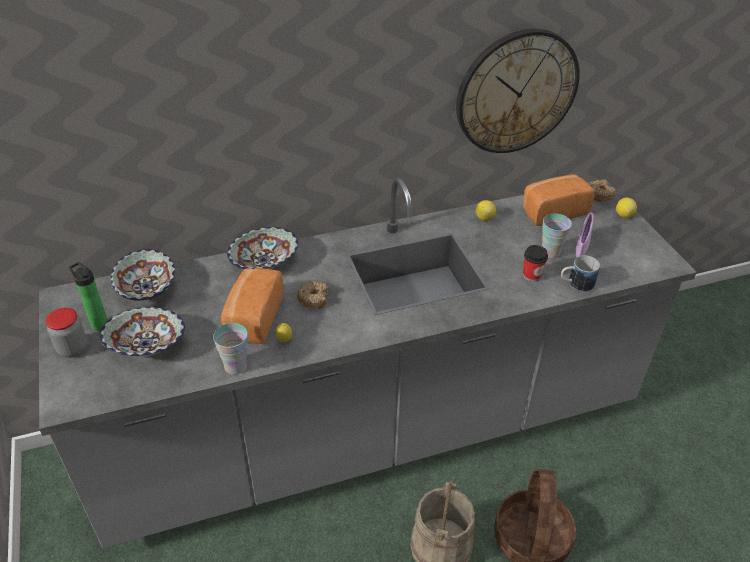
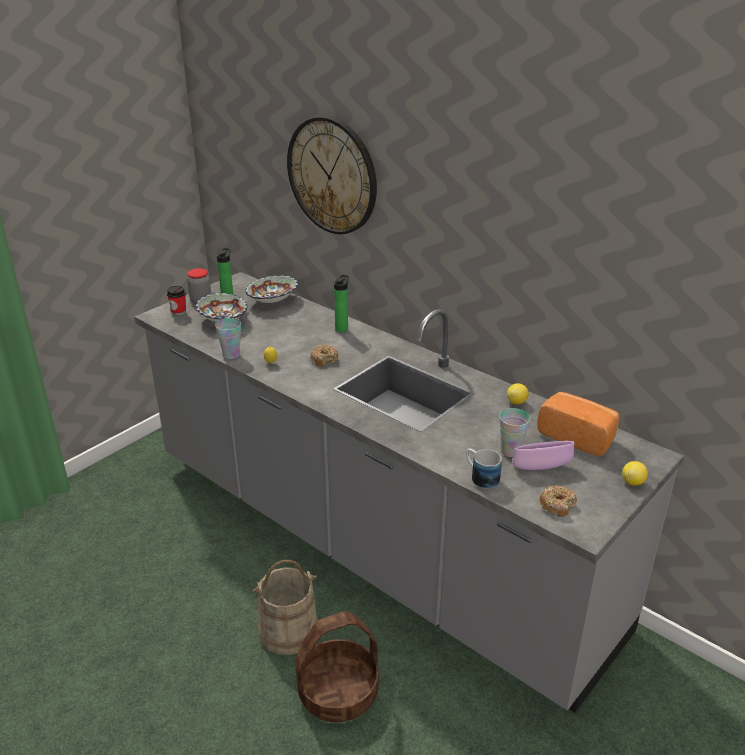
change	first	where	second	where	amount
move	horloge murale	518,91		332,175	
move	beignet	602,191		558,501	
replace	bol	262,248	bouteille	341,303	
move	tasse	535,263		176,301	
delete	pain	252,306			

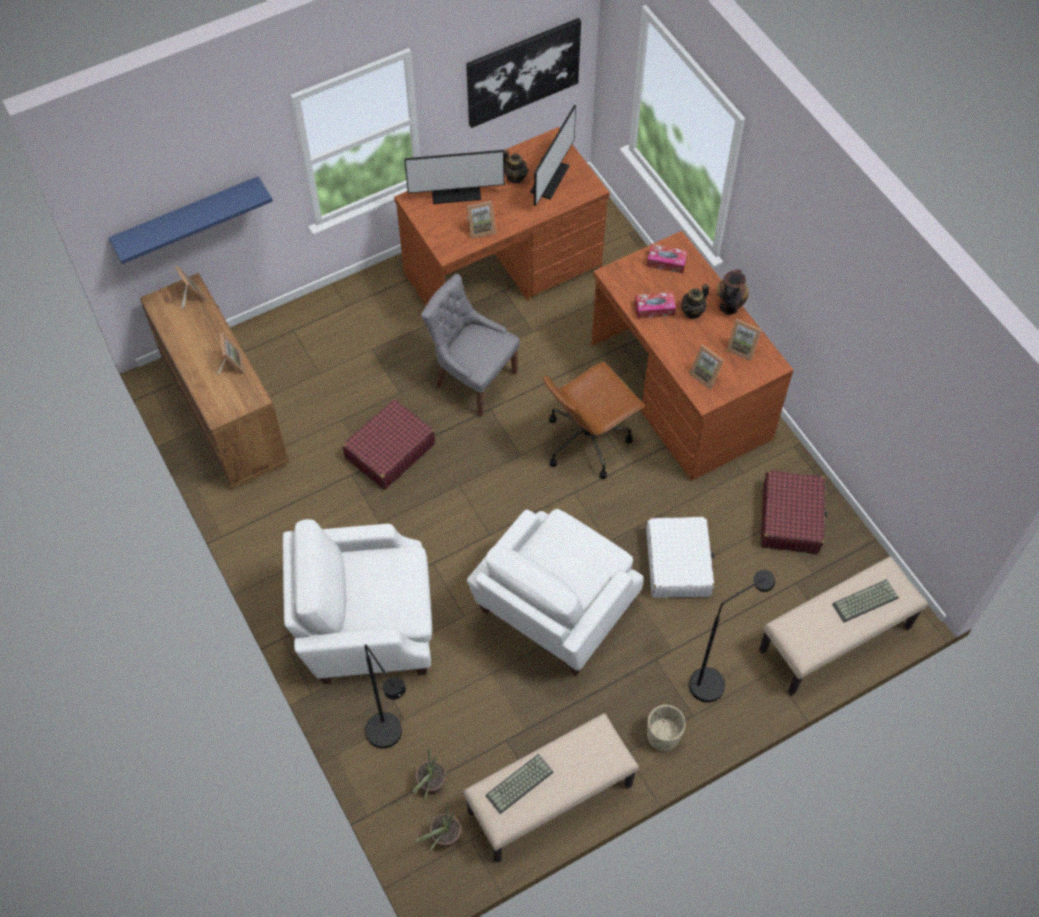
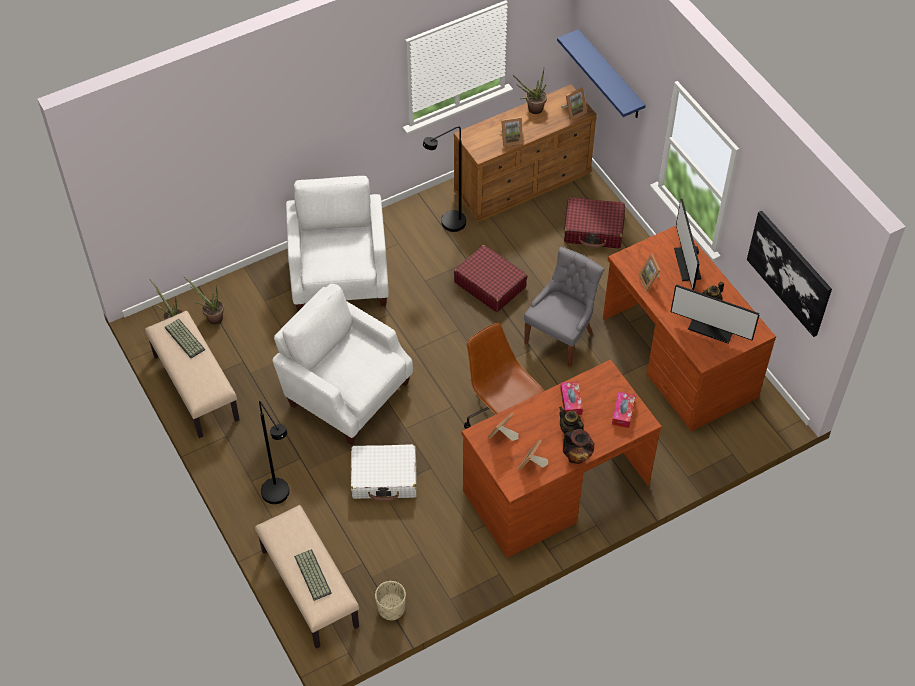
change	first	where	second	where	amount
move	valise [rouge]	794,512		594,222	
move	lampadaire [noir]	385,696		444,179	
move	cache-pot [beige]	666,728		390,601	
insert			plante en pot	530,91	

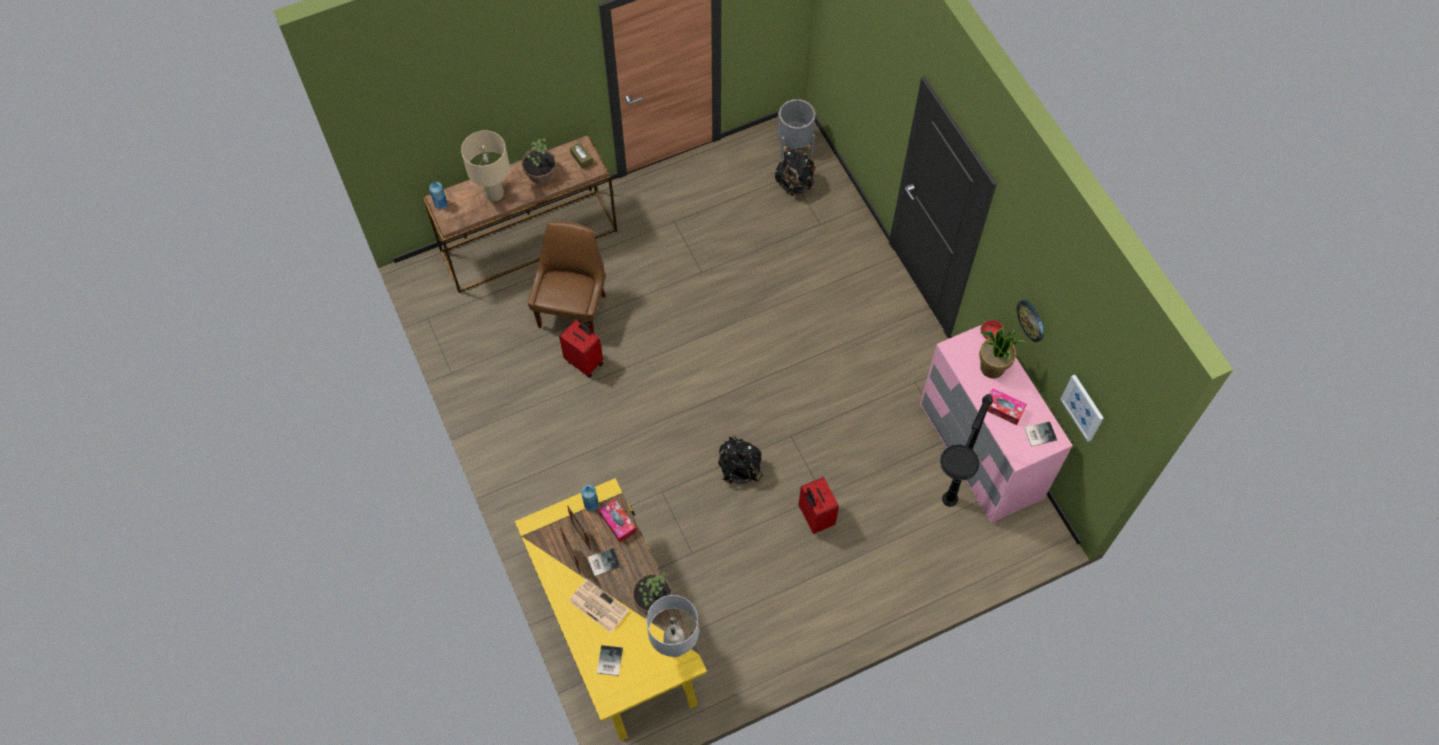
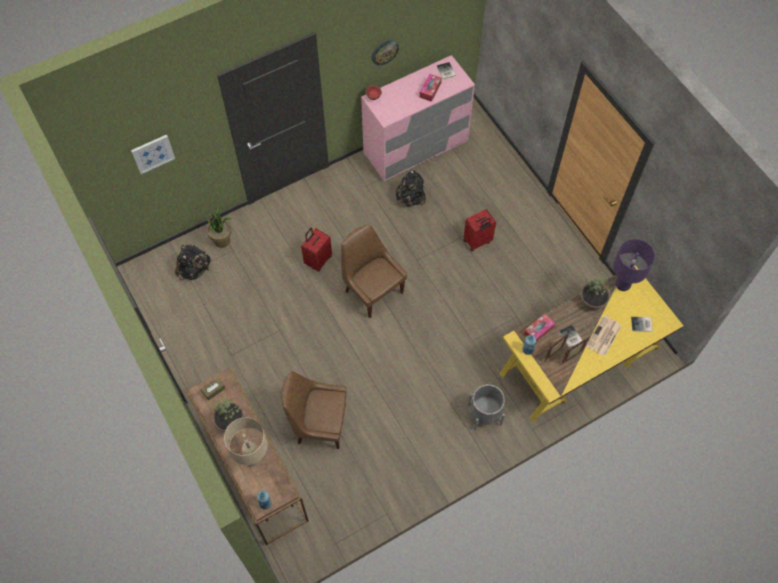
change	first	where	second	where	amount
move	cache-pot [gris]	796,129		486,407	
move	valise [rouge]	581,348		316,250	
move	plante en pot	1002,353		219,227	
move	tableau	1082,408		153,154	
delete	lampadaire [noir]	966,450			
move	sac à dos [noir]	740,459		411,188	
recolor	lampe de table [gris]	672,626	lampe de table [violet]	634,265	
insert			chaise [marron]	374,271	

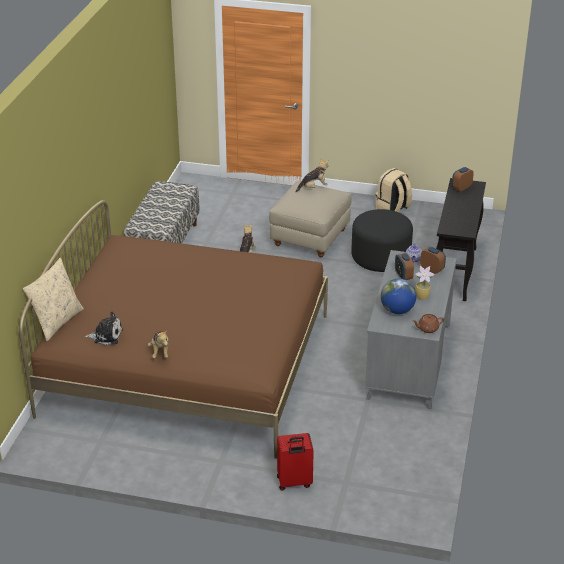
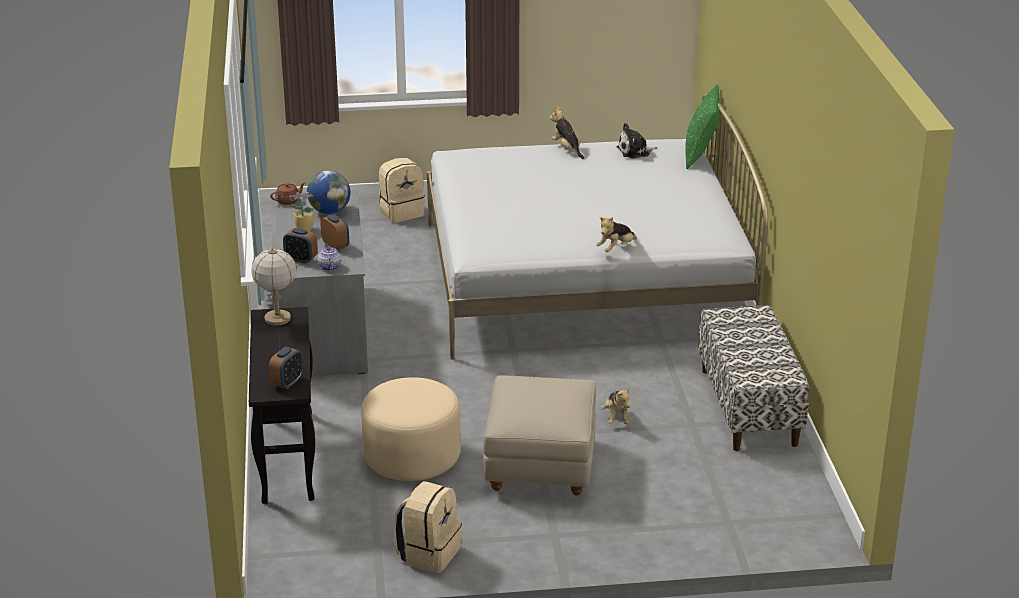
change	first	where	second	where	amount
move	peluche	312,175		616,234	
recolor	lit [marron]	173,329	lit [blanc]	597,227	
recolor	pouf [noir]	382,240	pouf [beige]	411,429	
recolor	coussin [beige]	53,299	coussin [vert]	702,126	
replace	valise [rouge]	295,462	sac à dos [beige]	402,190	
insert			lampe de table	274,287	

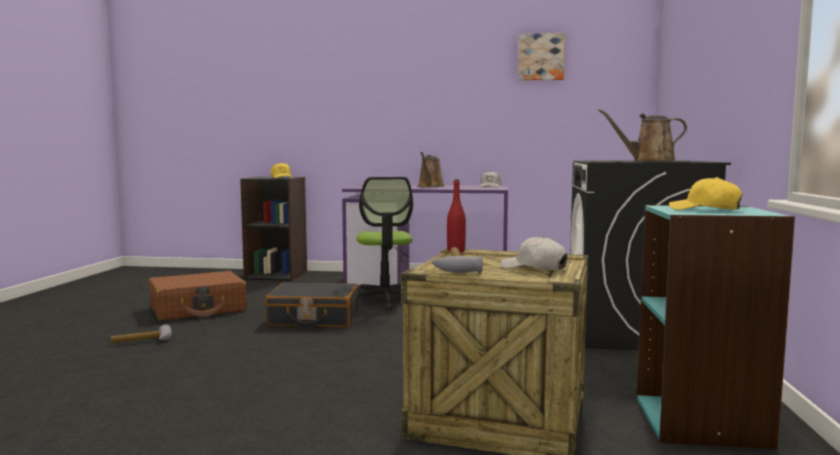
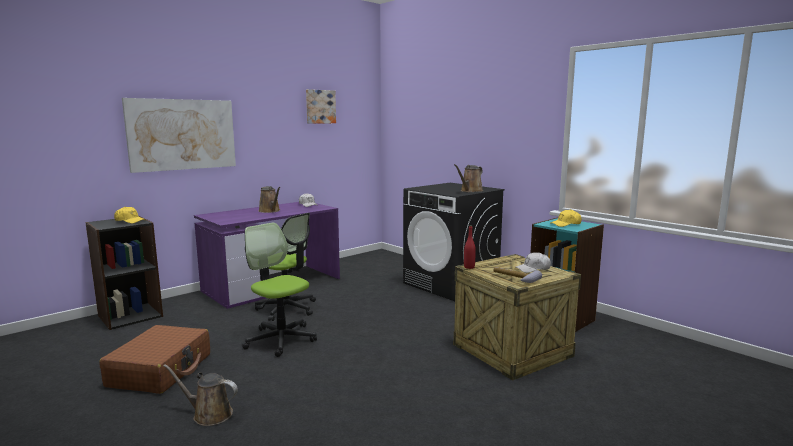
change	first	where	second	where	amount
replace	valise [noir]	311,304	chaise de bureau	279,290	
replace	marteau	141,334	arrosoir [marron]	201,395	
insert			tableau	179,135	

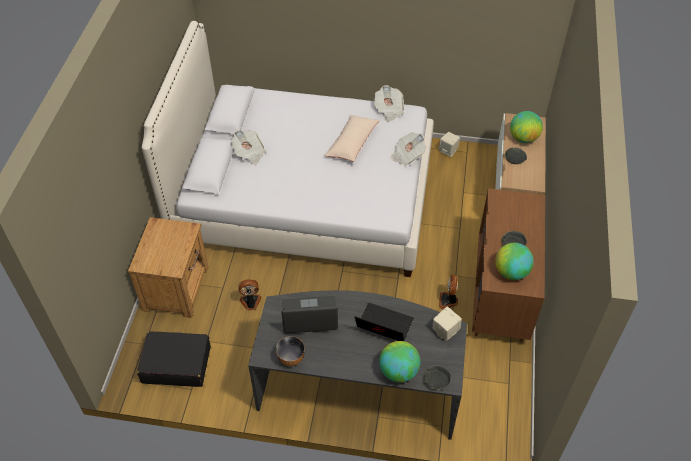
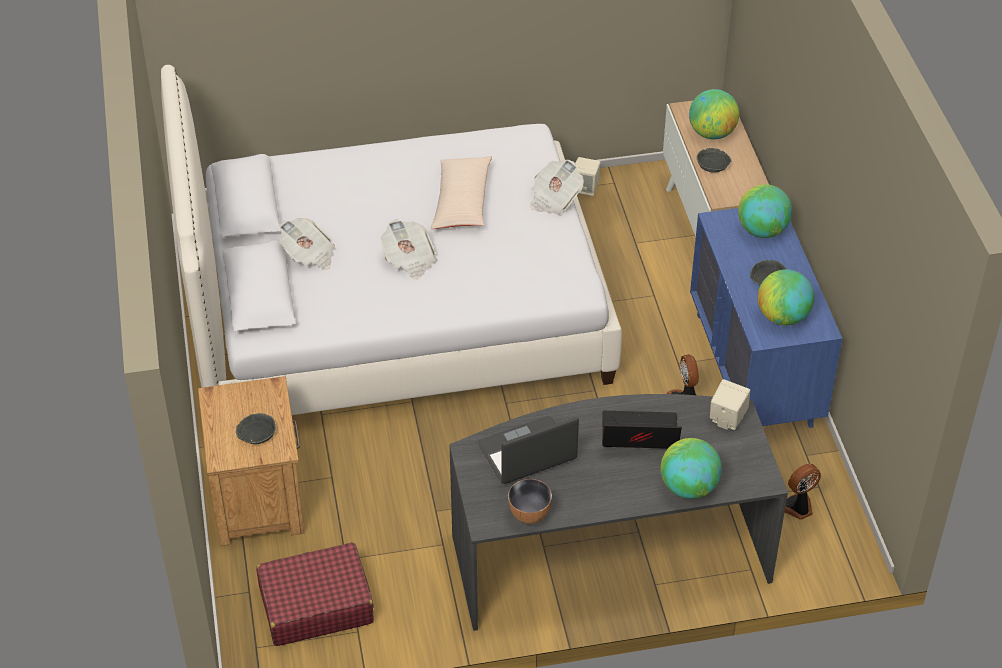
change	first	where	second	where	amount
move	journal	389,103		408,249	
recolor	commode [marron]	508,265	commode [bleu]	766,318	
move	ventilateur	249,294		803,492	
recolor	valise [noir]	174,359	valise [rouge]	315,594	
move	bol [gris]	437,377		256,428	
insert			globe	765,211	

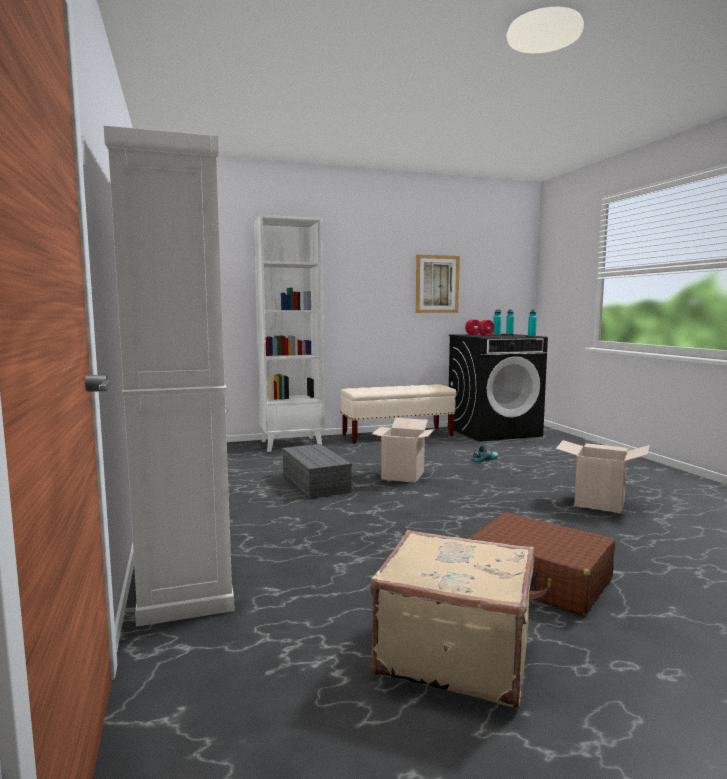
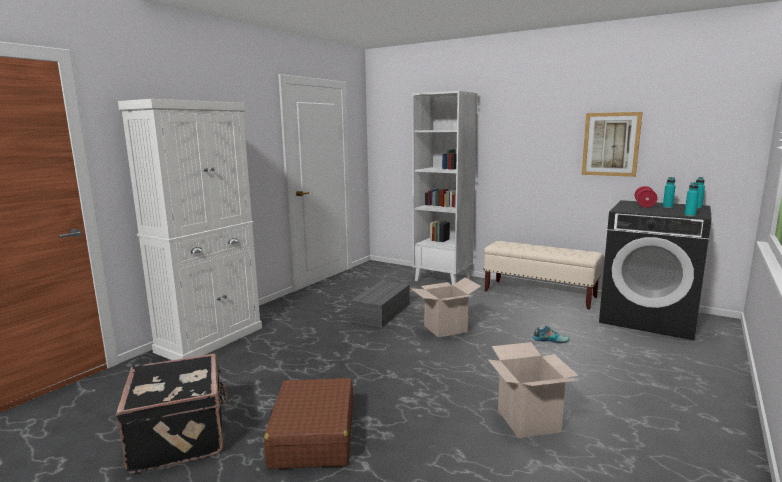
change	first	where	second	where	amount
recolor	valise [beige]	452,618	valise [noir]	172,413	

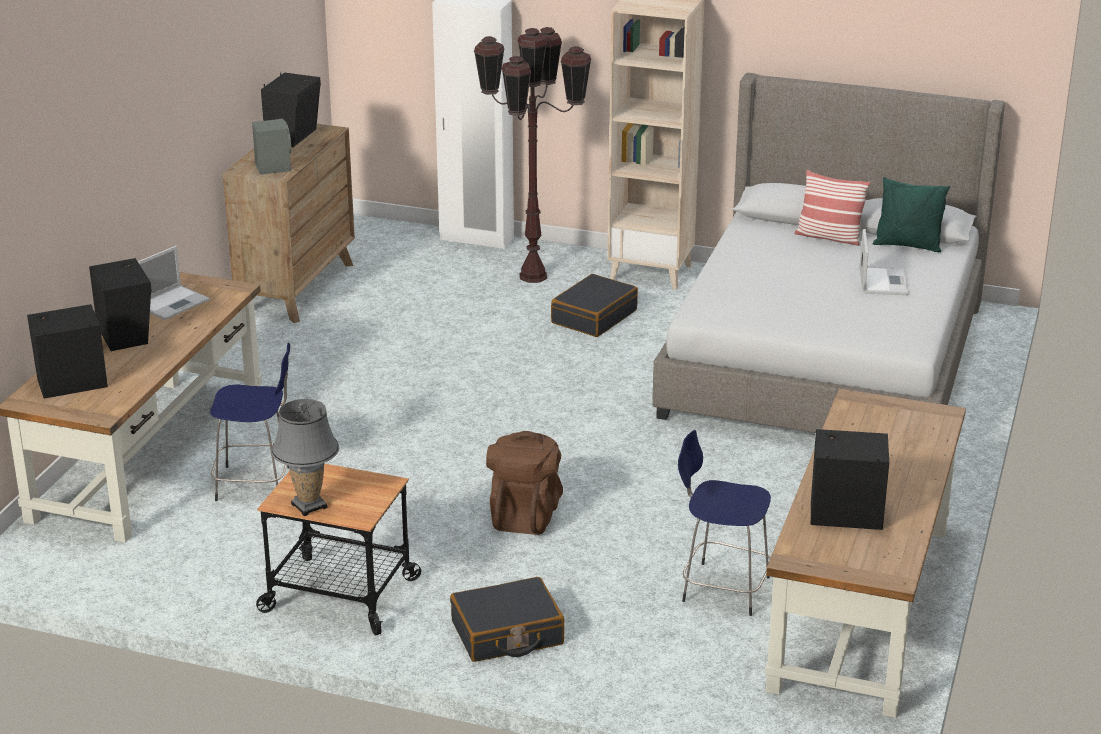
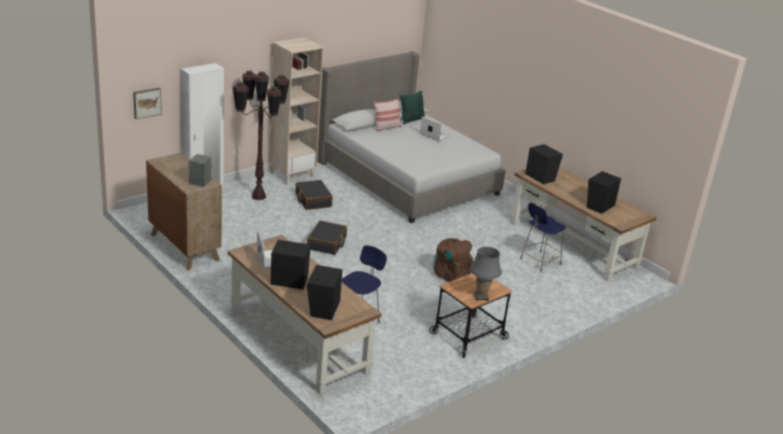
change	first	where	second	where	amount
move	enceinte [noir]	291,110		544,164	
move	valise [noir]	507,619		327,237	
insert			tableau	147,103	

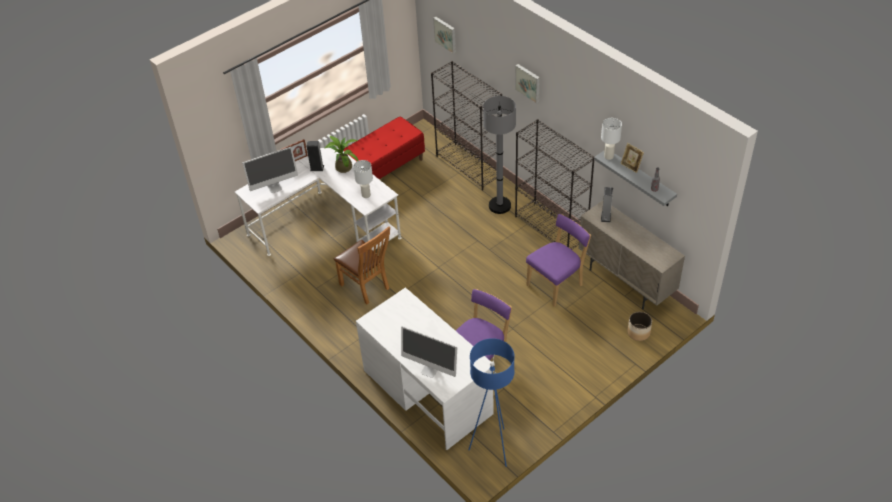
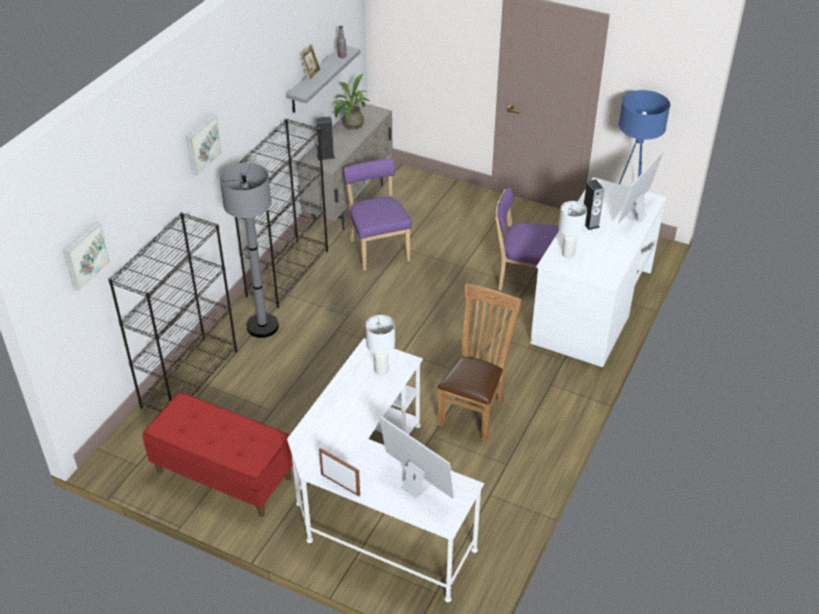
change	first	where	second	where	amount
move	lampe de table [blanc]	611,139		573,229	
move	plante en pot	342,154		351,102	
move	enceinte	315,156		594,204	
rotate	chaise [violet]	558,260		378,215	45 degrees clockwise
delete	cache-pot	639,326			
rotate	écran d'ordinateur	429,352		640,187	150 degrees counterclockwise

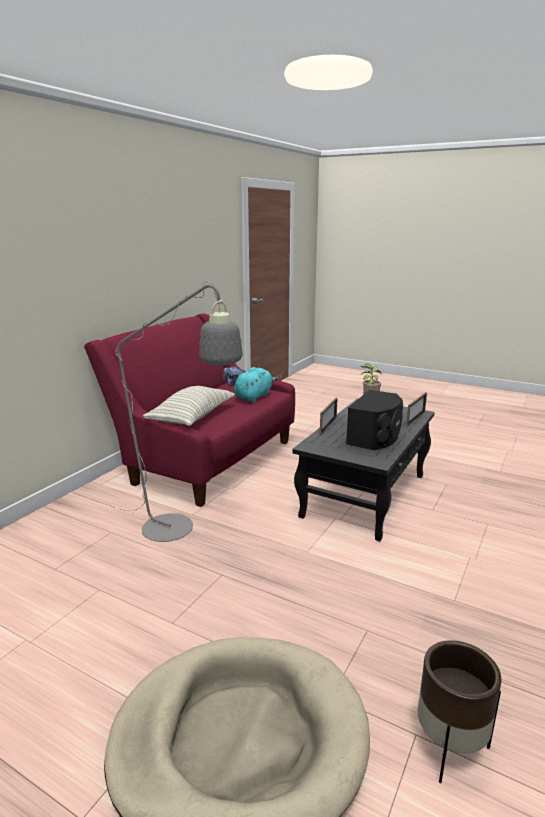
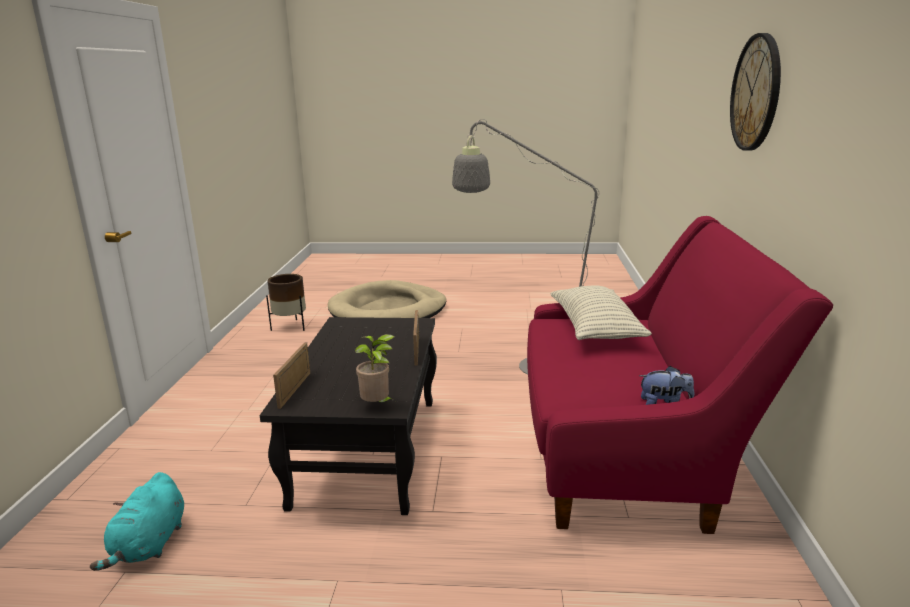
change	first	where	second	where	amount
move	peluche [turquoise]	256,384		137,521	
delete	enceinte [noir]	374,420			
insert			horloge murale	755,92	

